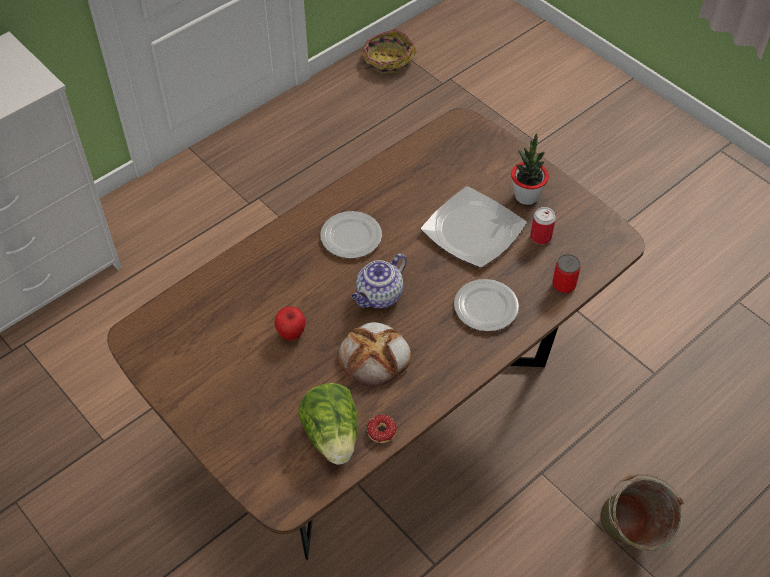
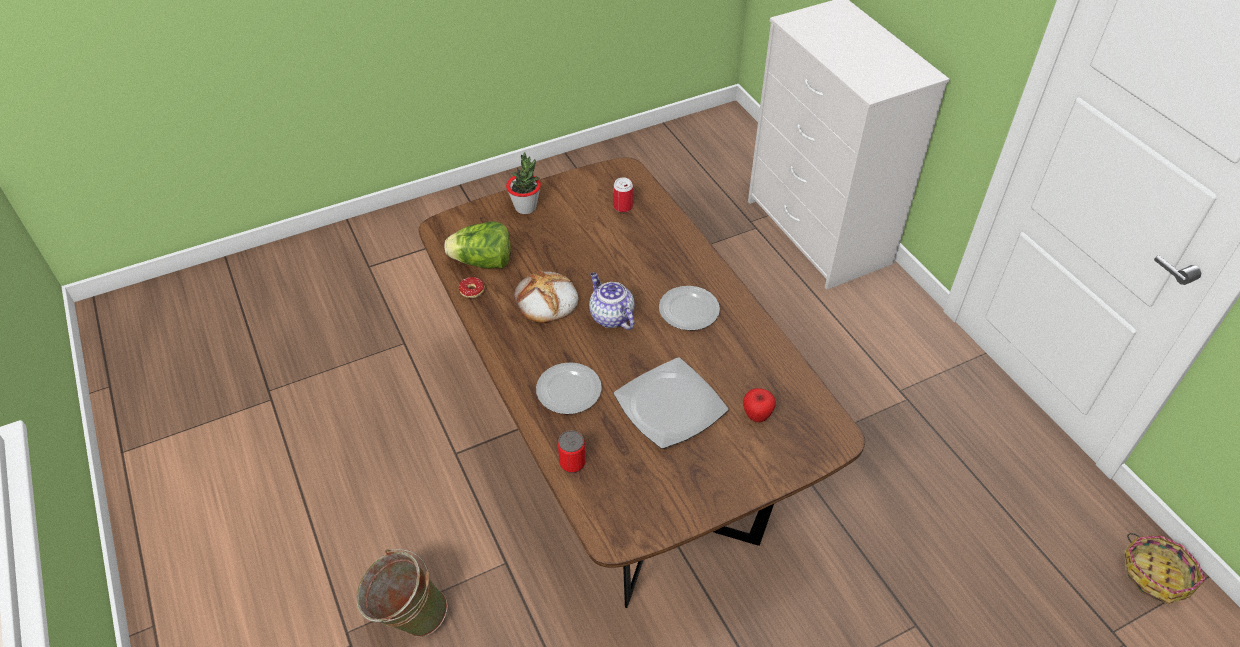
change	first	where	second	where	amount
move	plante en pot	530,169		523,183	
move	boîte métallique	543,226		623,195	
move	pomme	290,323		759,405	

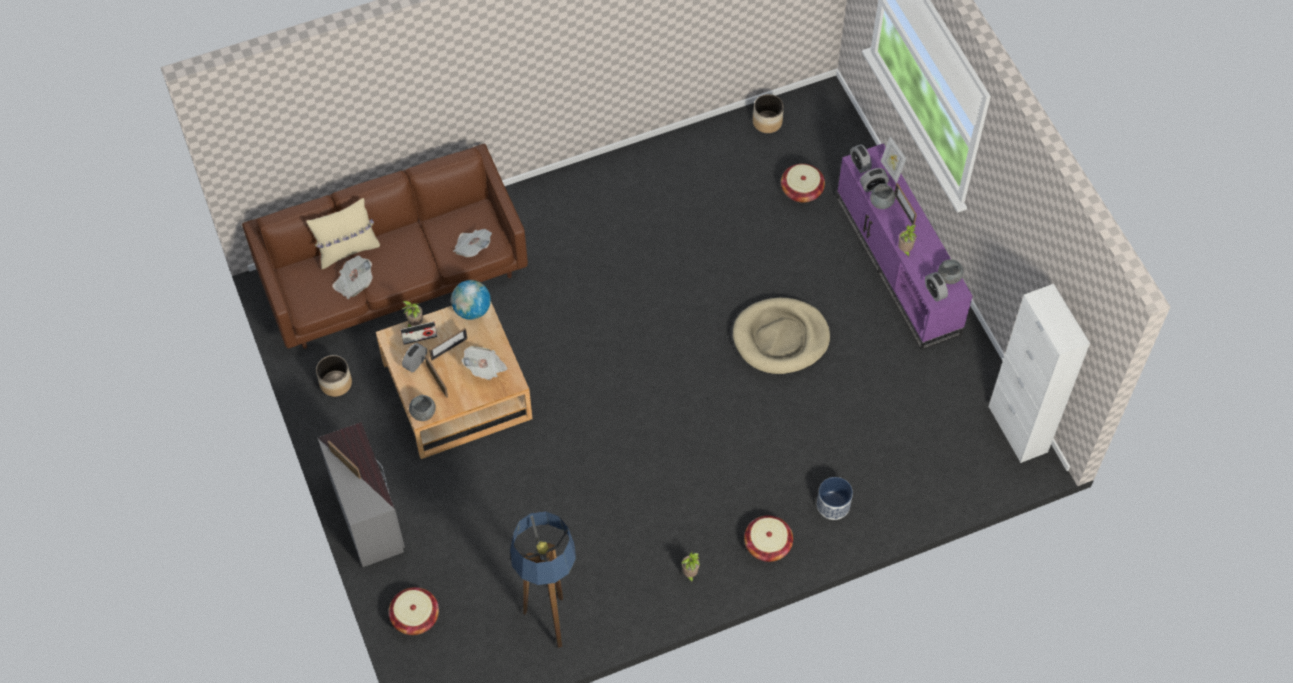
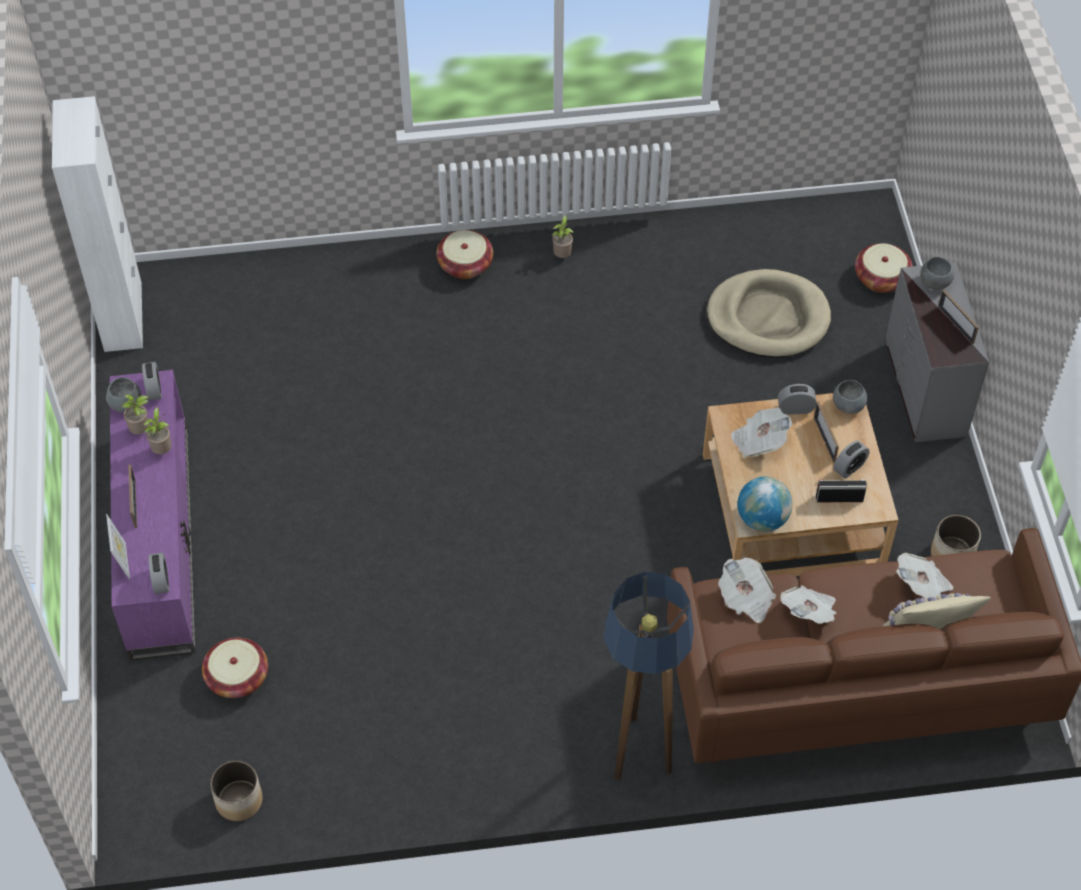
change	first	where	second	where	amount
move	réveil	874,180		797,399	
move	bol [gris]	882,196		937,273	
move	panier pour chien [beige]	781,336		769,313	
move	plante en pot	412,314		137,414	
delete	cadre photo	448,344			
delete	cache-pot	835,498			
move	lampadaire	543,579		649,676	
insert			journal	808,604	

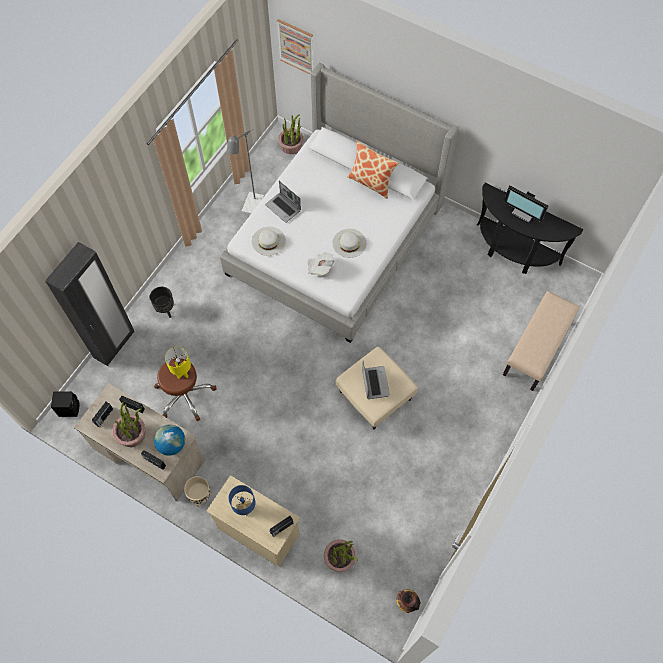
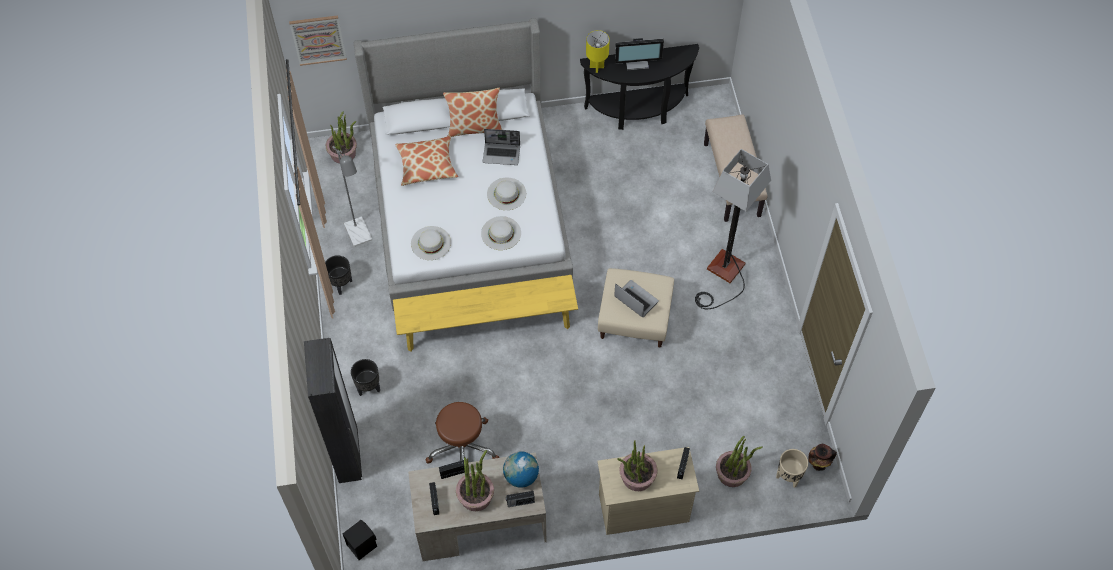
change	first	where	second	where	amount
move	ordinateur portable	283,202		501,147	
replace	journal	321,263	chapeau [blanc]	501,233	
move	lampe de table [jaune]	178,363		598,51	
move	cache-pot [beige]	198,491		792,468	
replace	lampe de table [bleu]	242,500	plante en pot	637,465	
insert			coussin	426,161	
insert			lampadaire	733,229	
insert			cache-pot [noir]	338,275	
insert			banc [jaune]	485,313	

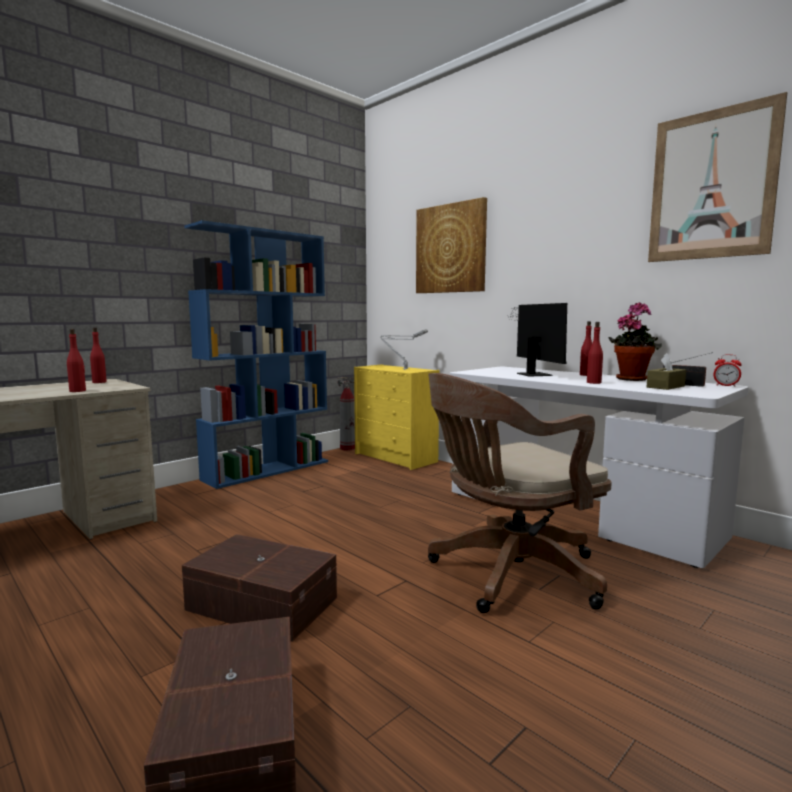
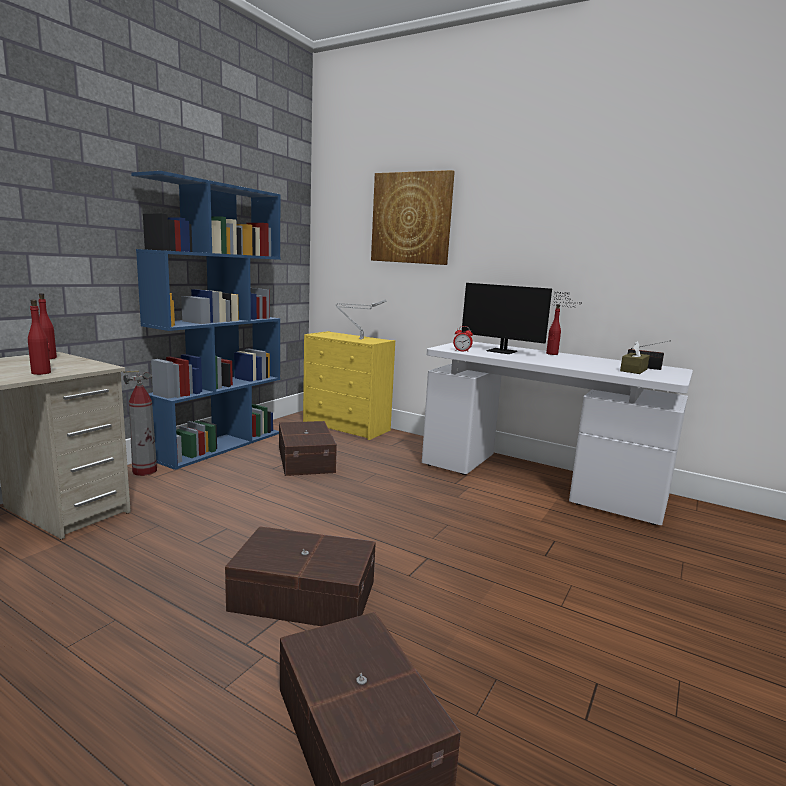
change	first	where	second	where	amount
delete	tableau	717,177			
delete	plante en pot	635,341			
rotate	écran d'ordinateur	538,340		521,318	150 degrees clockwise
delete	bouteille [rouge]	595,353			
move	réveil	728,370		463,339	
delete	chaise de bureau [marron]	519,493			
move	extincteur	346,414		140,423	
insert			boîte de rangement [marron]	308,448	

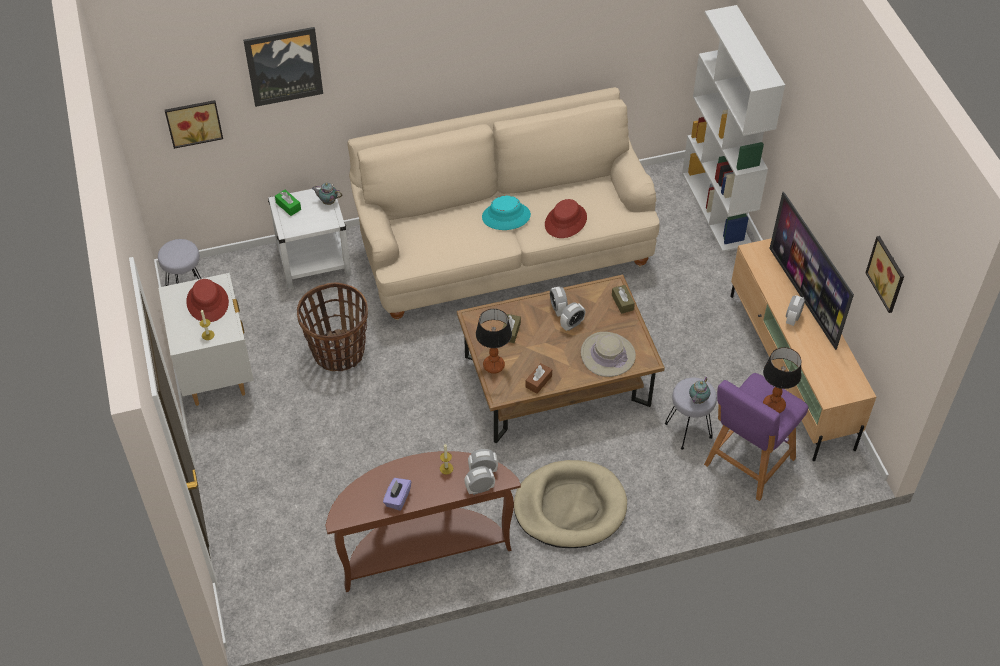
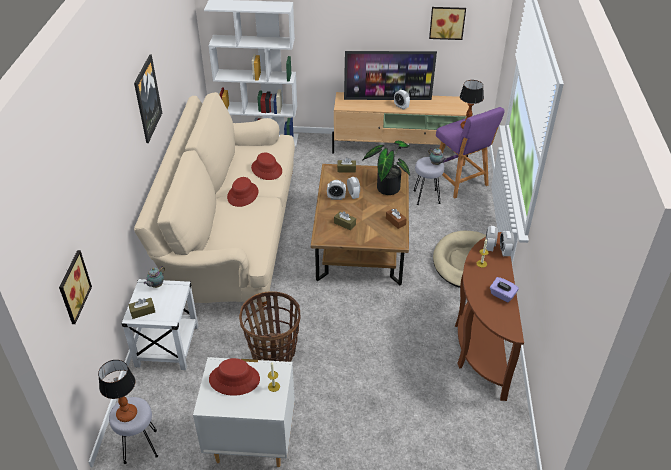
change	first	where	second	where	amount
move	tableau	283,67		148,98	
recolor	boîte à mouchoirs [vert]	288,203	boîte à mouchoirs [marron]	141,308	
recolor	chapeau [turquoise]	506,213	chapeau [rouge]	243,192	
move	lampe de table	494,341		117,391	
replace	chapeau [beige]	608,354	plante en pot	386,168	

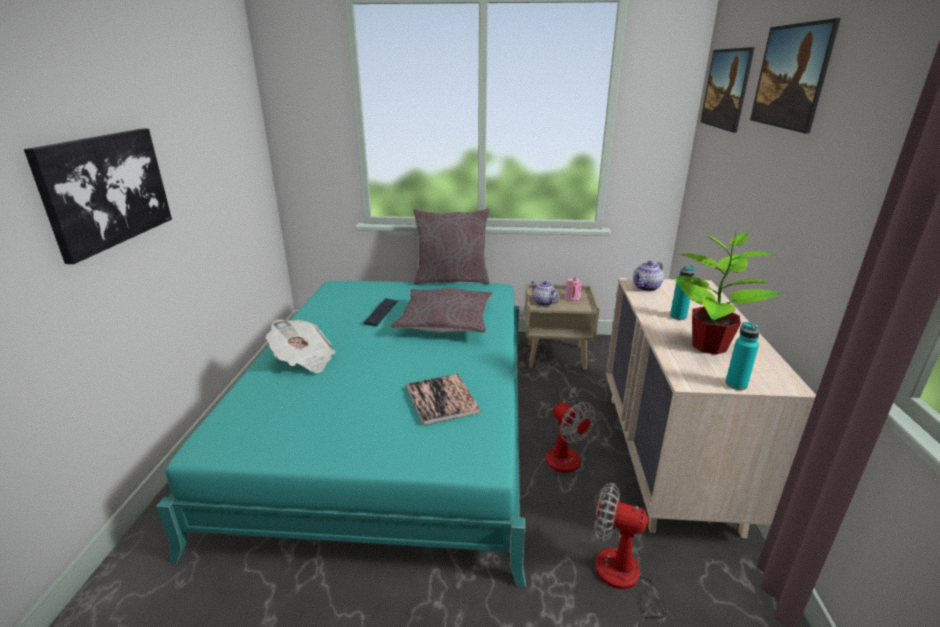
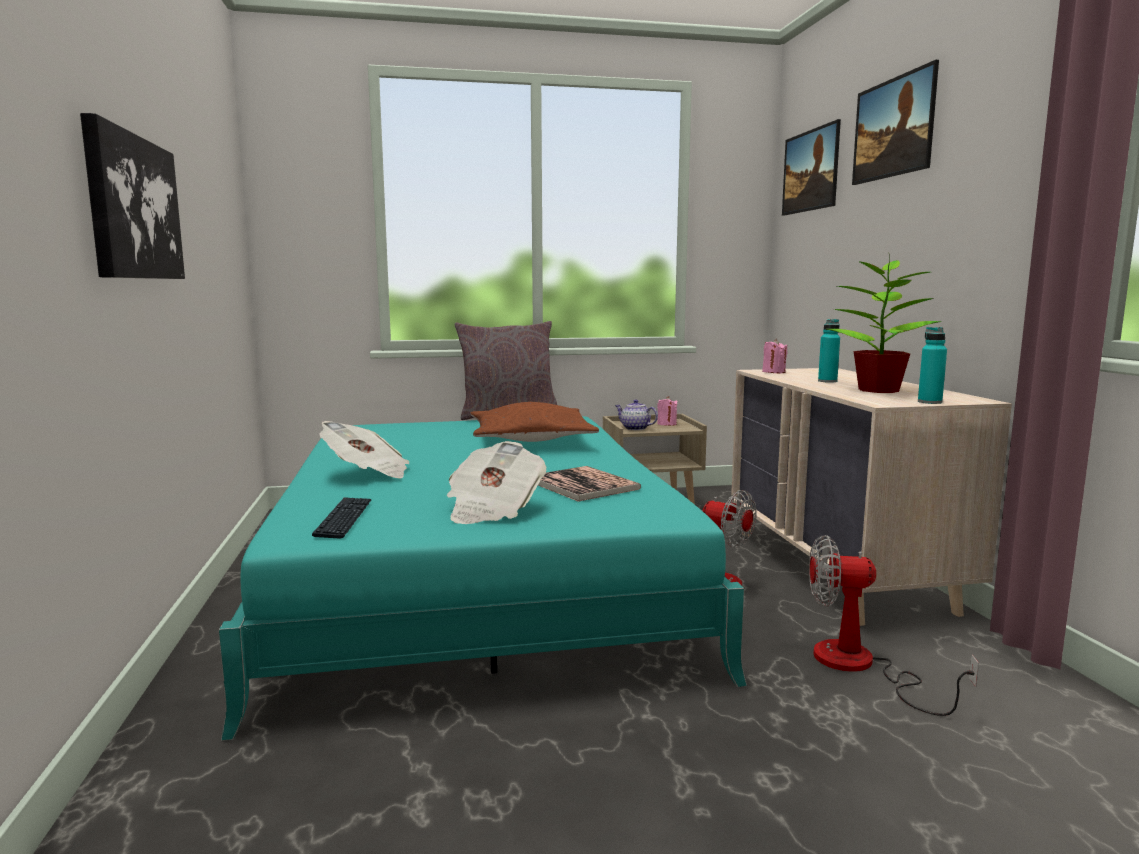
change	first	where	second	where	amount
replace	théière	648,276	bougie [rose]	774,356	
recolor	coussin [gris]	442,310	coussin [marron]	534,422	
move	clavier	380,312		342,518	
insert			journal	497,482	

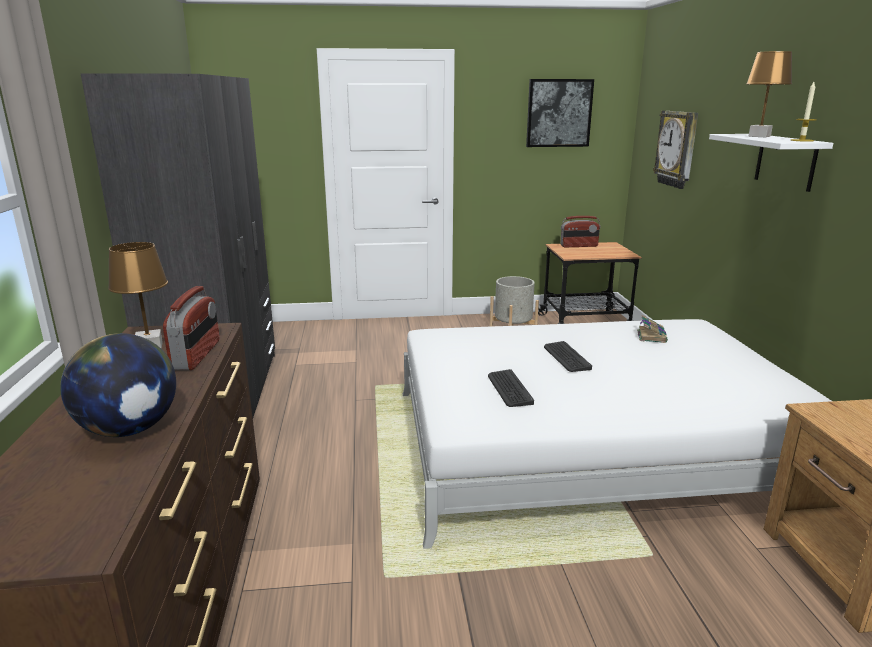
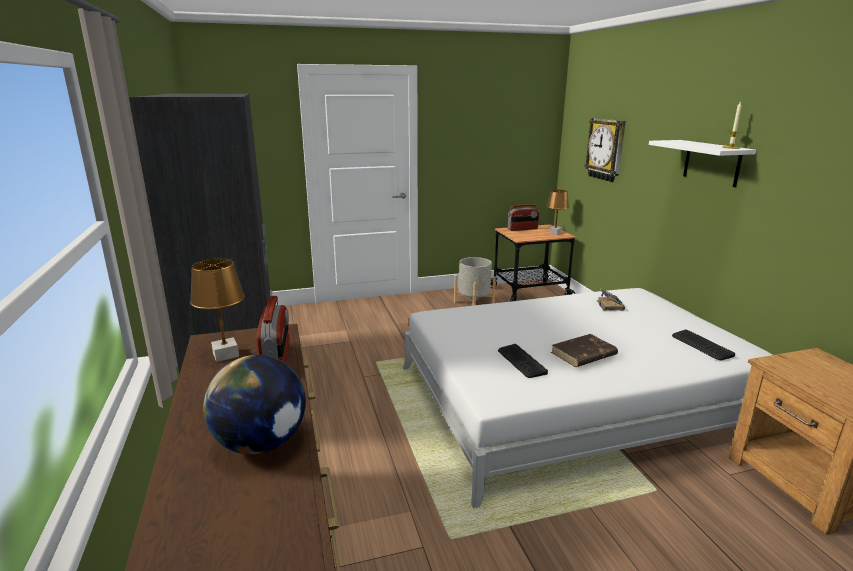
change	first	where	second	where	amount
move	lampe de table [marron]	769,94		558,212	
delete	tableau	560,113			
move	clavier	568,356		703,345	
insert			livre [marron]	584,350	

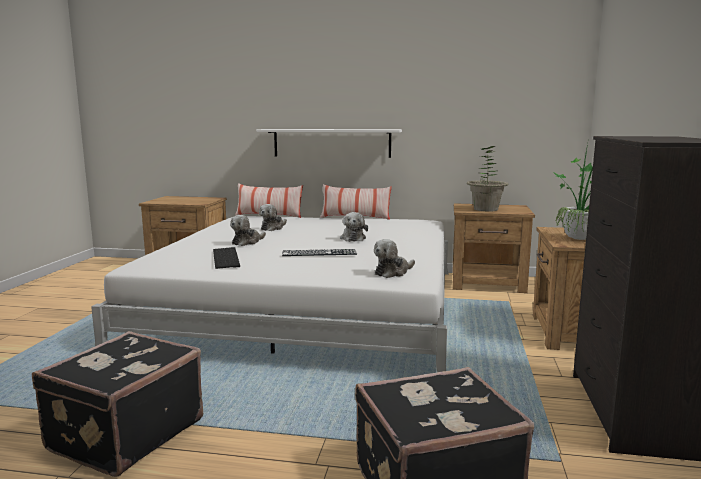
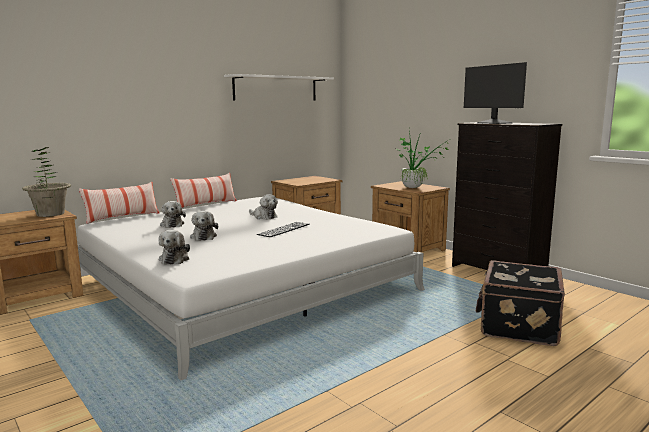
change	first	where	second	where	amount
move	étagère [blanc]	329,143		279,87	
move	plante en pot	488,178		46,182	
move	peluche	394,258		174,247	
delete	clavier	226,258			
delete	valise [noir]	117,404			
insert			écran d'ordinateur	495,93	

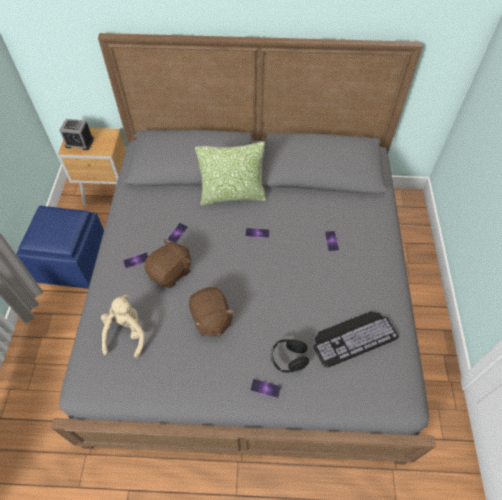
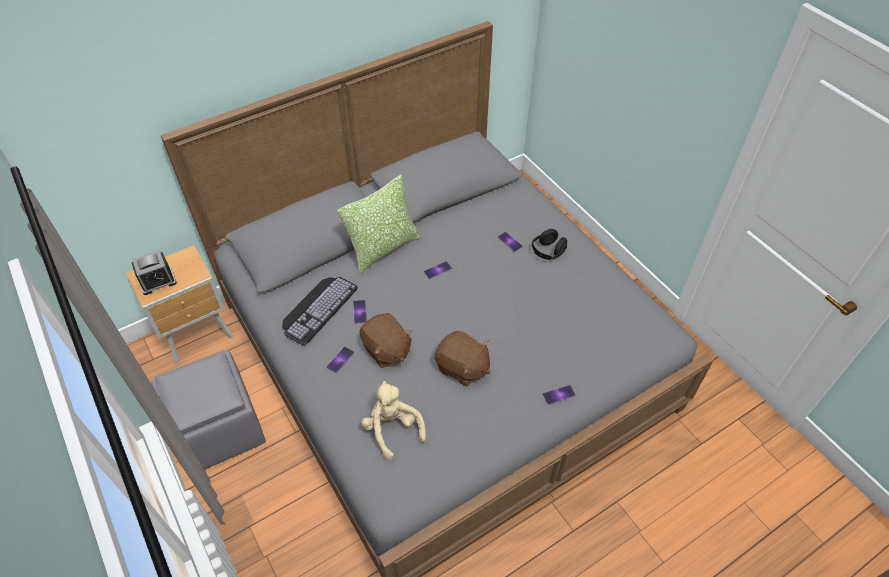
change	first	where	second	where	amount
recolor	pouf [bleu]	60,247	pouf [gris]	208,410	
rotate	peluche [marron]	167,263		386,340	135 degrees clockwise
move	clavier	356,340		320,311	
move	casque audio [noir]	290,355		549,244	

